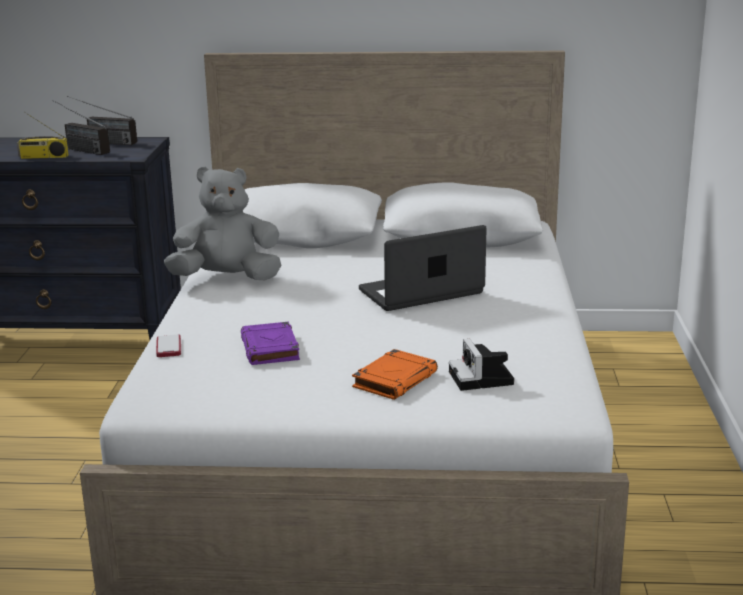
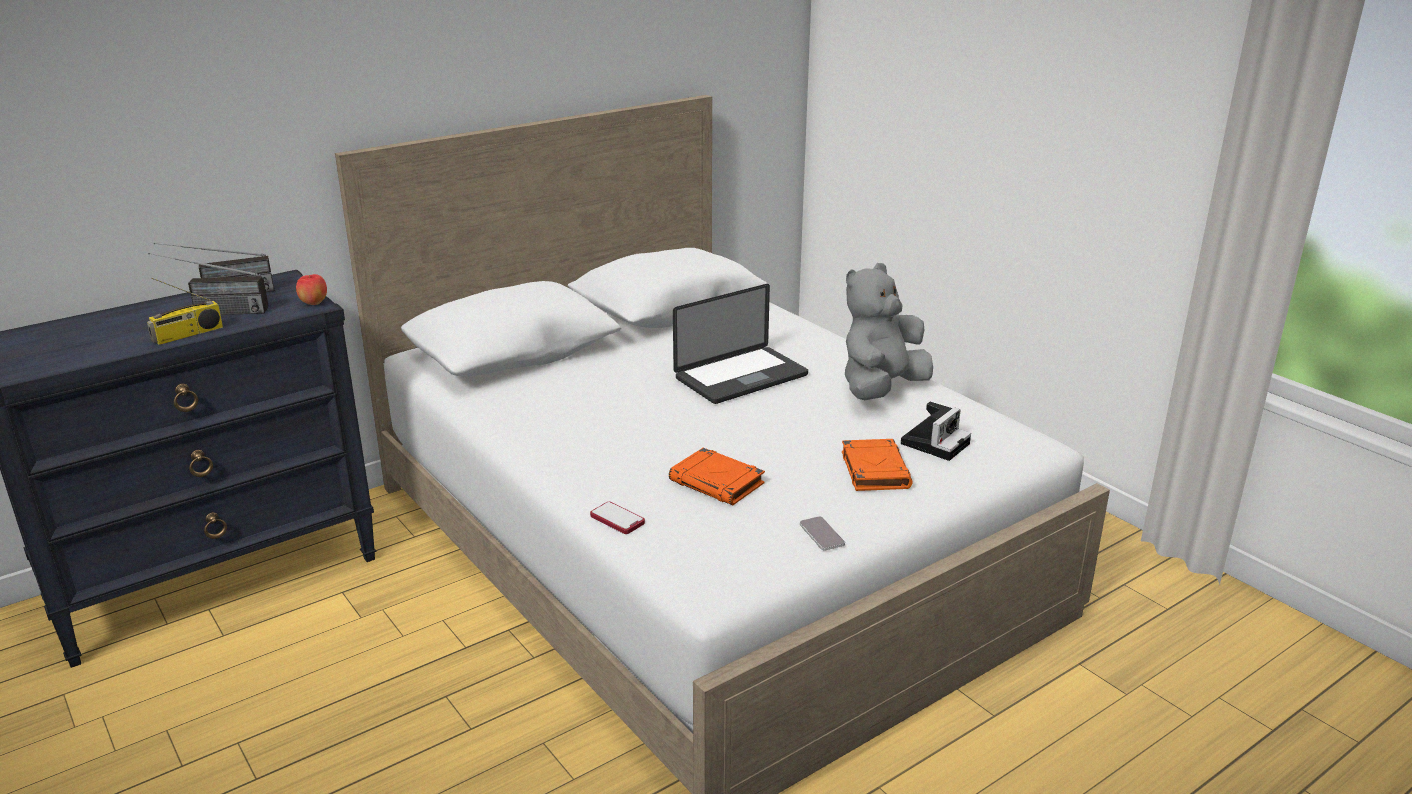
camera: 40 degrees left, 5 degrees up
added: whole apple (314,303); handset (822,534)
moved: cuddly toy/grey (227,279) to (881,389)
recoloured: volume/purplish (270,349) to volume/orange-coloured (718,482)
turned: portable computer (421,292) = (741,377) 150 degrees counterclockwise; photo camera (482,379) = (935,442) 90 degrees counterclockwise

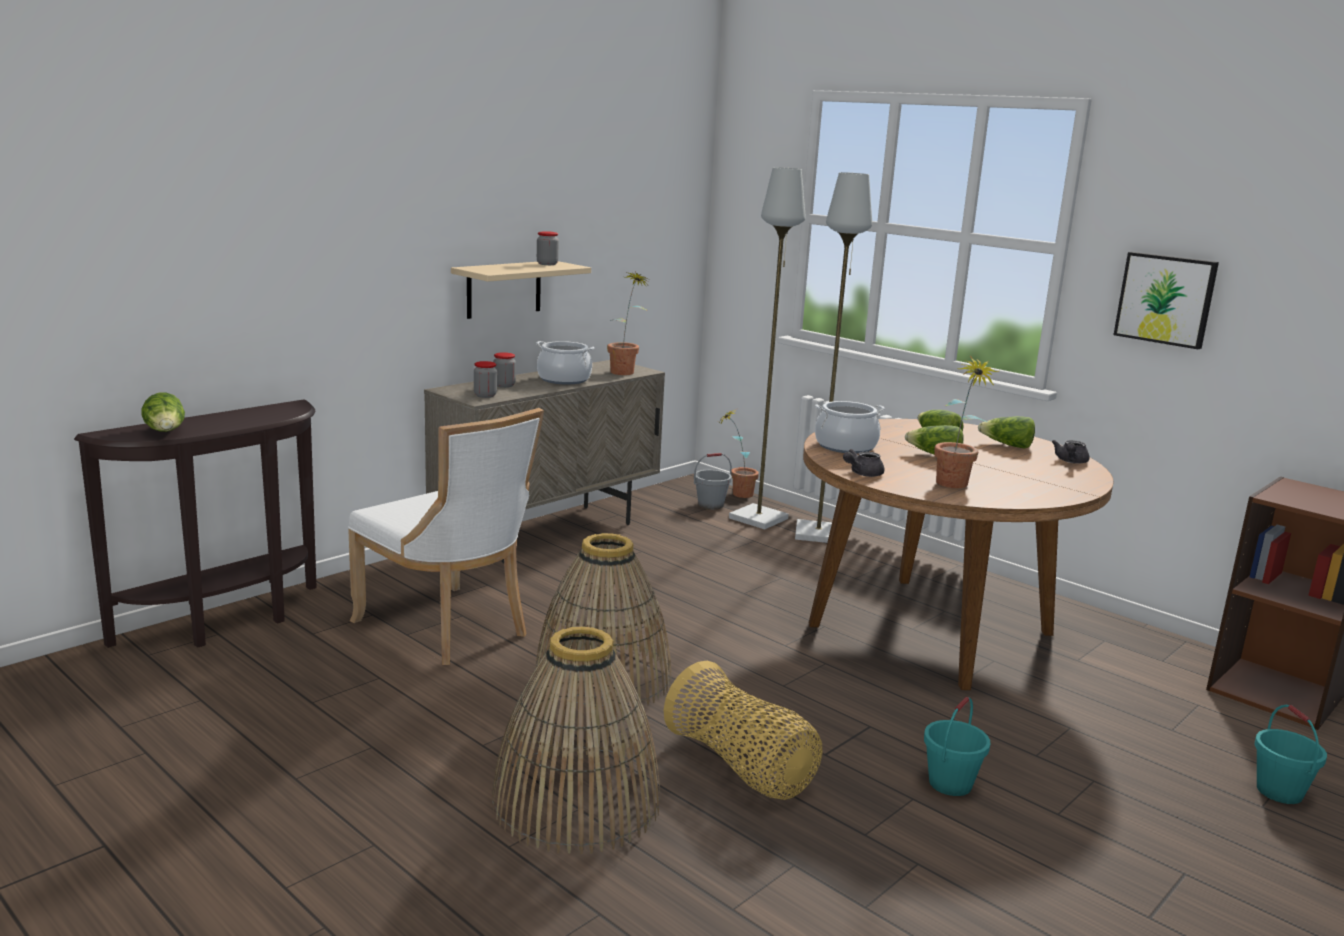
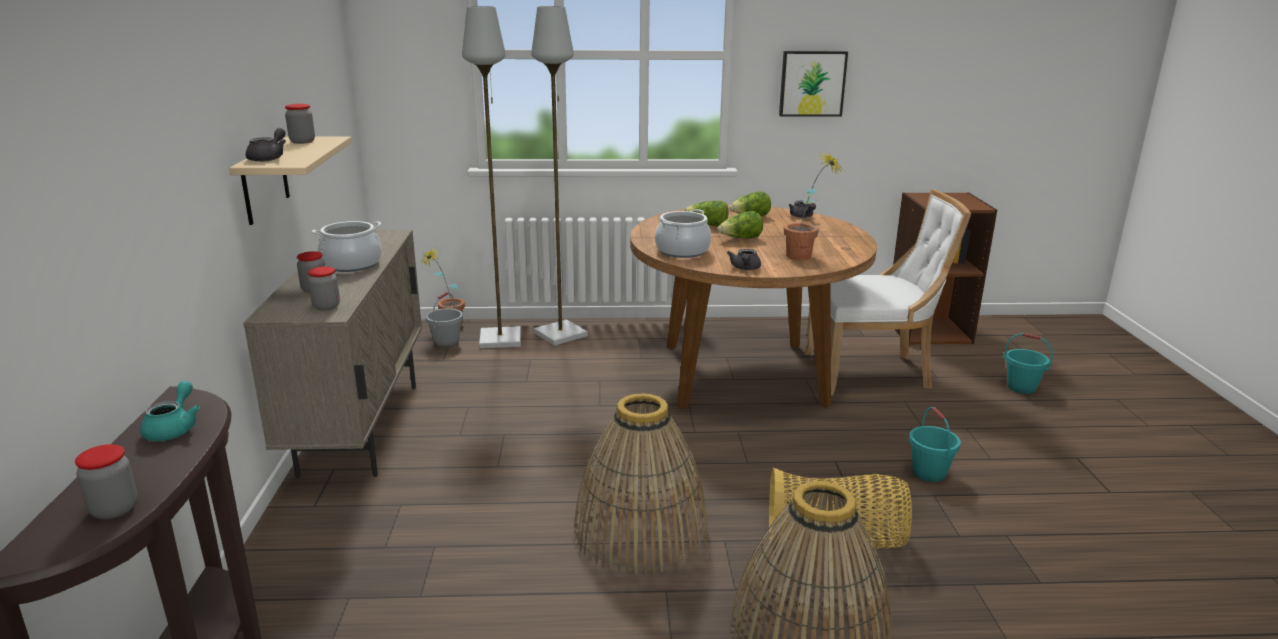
camera: 45 degrees left, 5 degrees up
removed: houseplant (626,371)
added: tea pot/blue-green (174,428); tea pot/grey (269,158)
moved: chair/white-coloured (448,629) to (872,373)
replaced: head of lettuce (166,432) to storage jar (114,509)

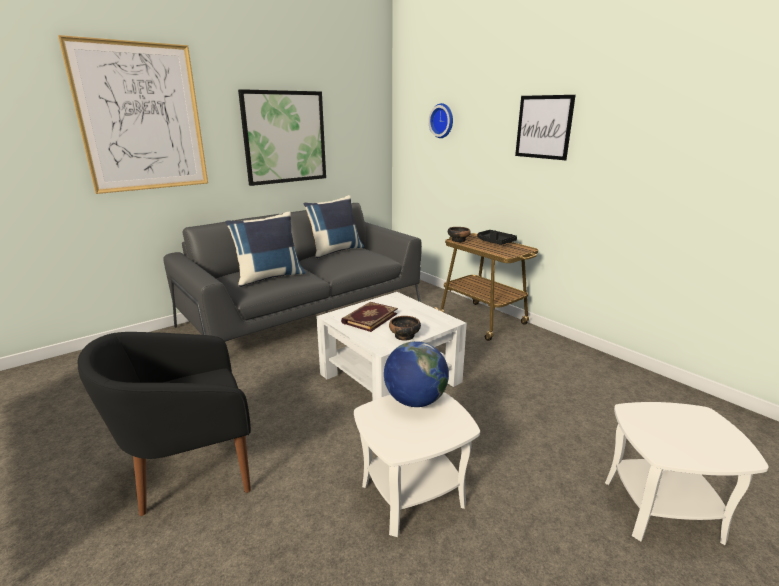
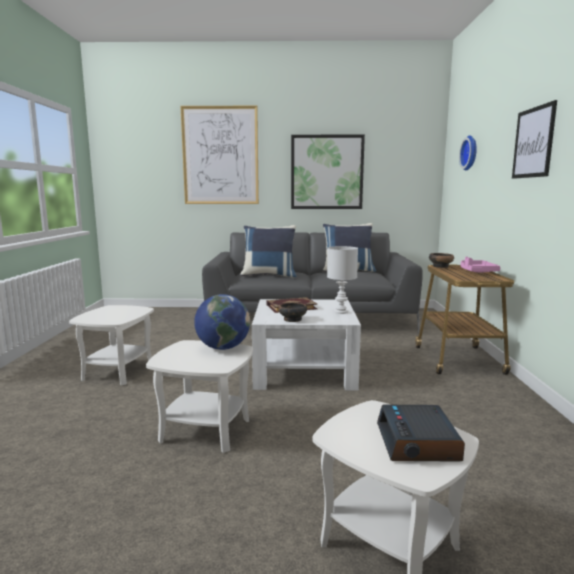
camera: 40 degrees right, 10 degrees down
added: table lamp/white-coloured (340,312); bedside clock (418,443)
replaced: easy chair/black (190,475) to accent table/white-coloured (118,371)
recoloured: carrying tray/black (495,242) to carrying tray/pink-coloured (476,271)

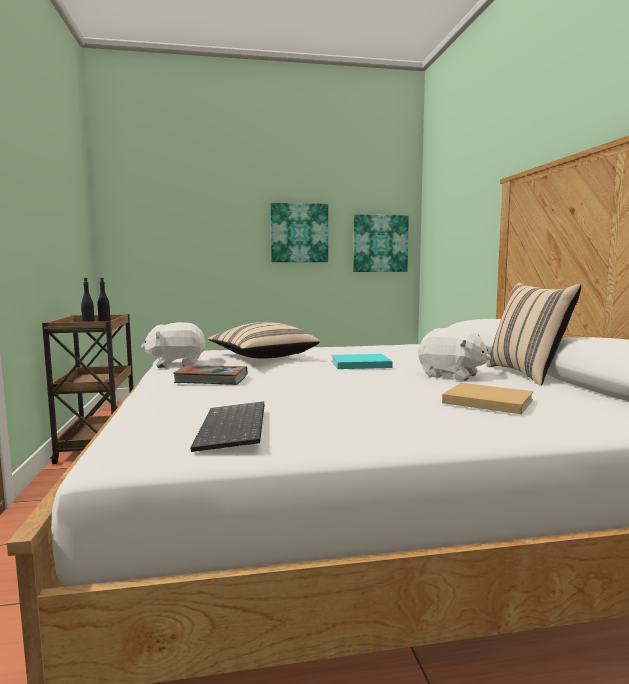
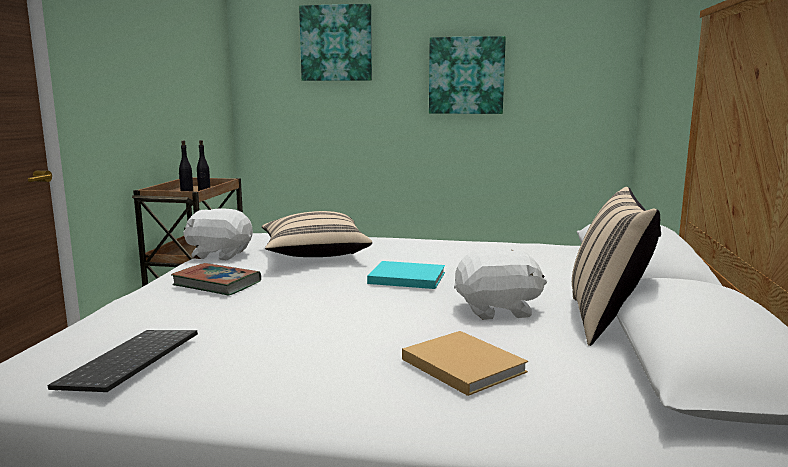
camera: 20 degrees right, 5 degrees up
moved: picture (380,243) to (336,43)
turned: cuddly toy/white-coloured (451,375) = (497,310) 60 degrees counterclockwise

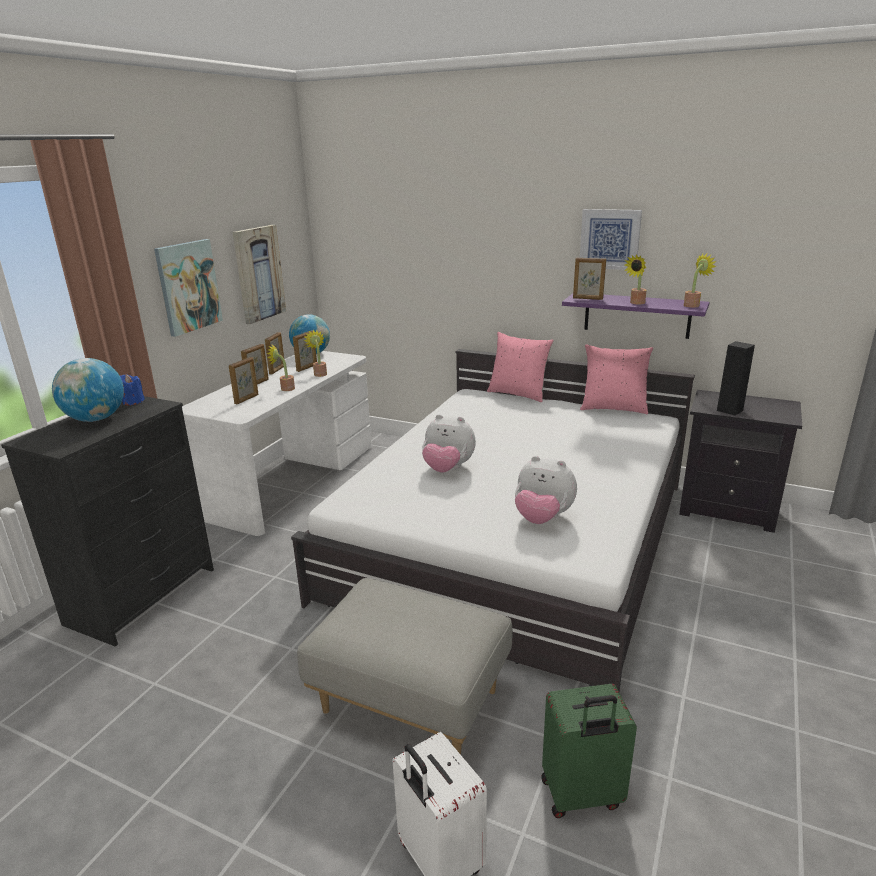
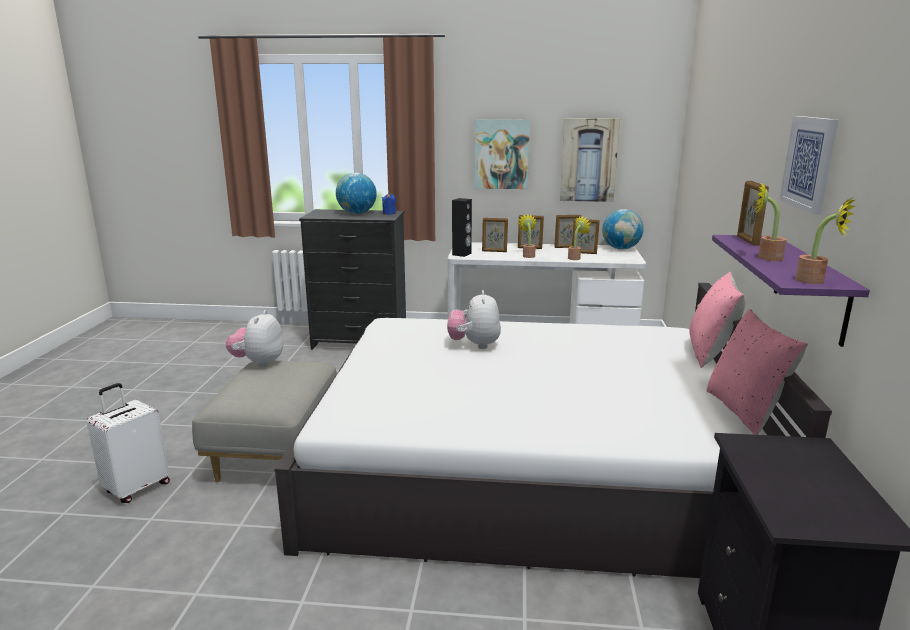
camera: 70 degrees right, 5 degrees down
removed: piece of luggage/greenish (581,795)
moved: cuddly toy (542,518) to (258,363); speaker/black (730,410) to (462,254)

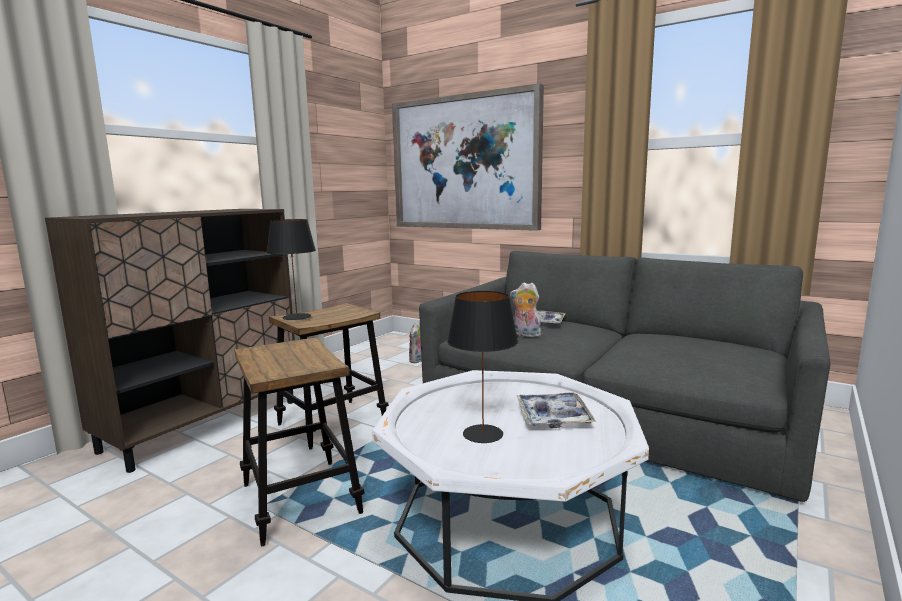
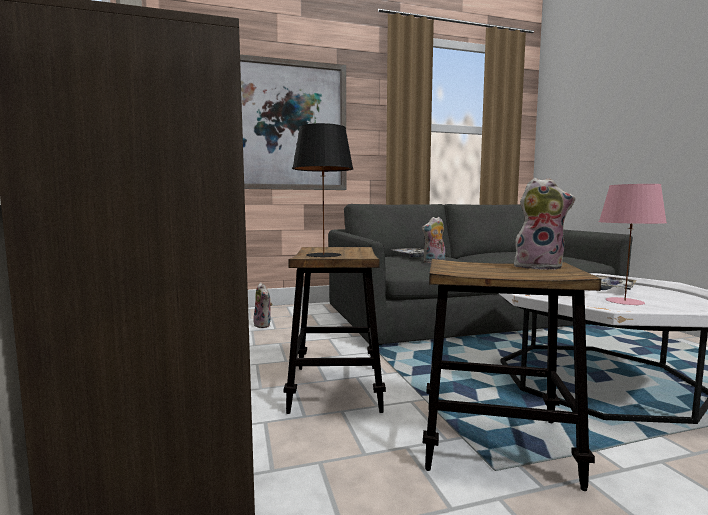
camera: 50 degrees left, 5 degrees down
added: cuddly toy (539,267)
recoloured: table lamp/black (483,434) to table lamp/pink-coloured (625,301)

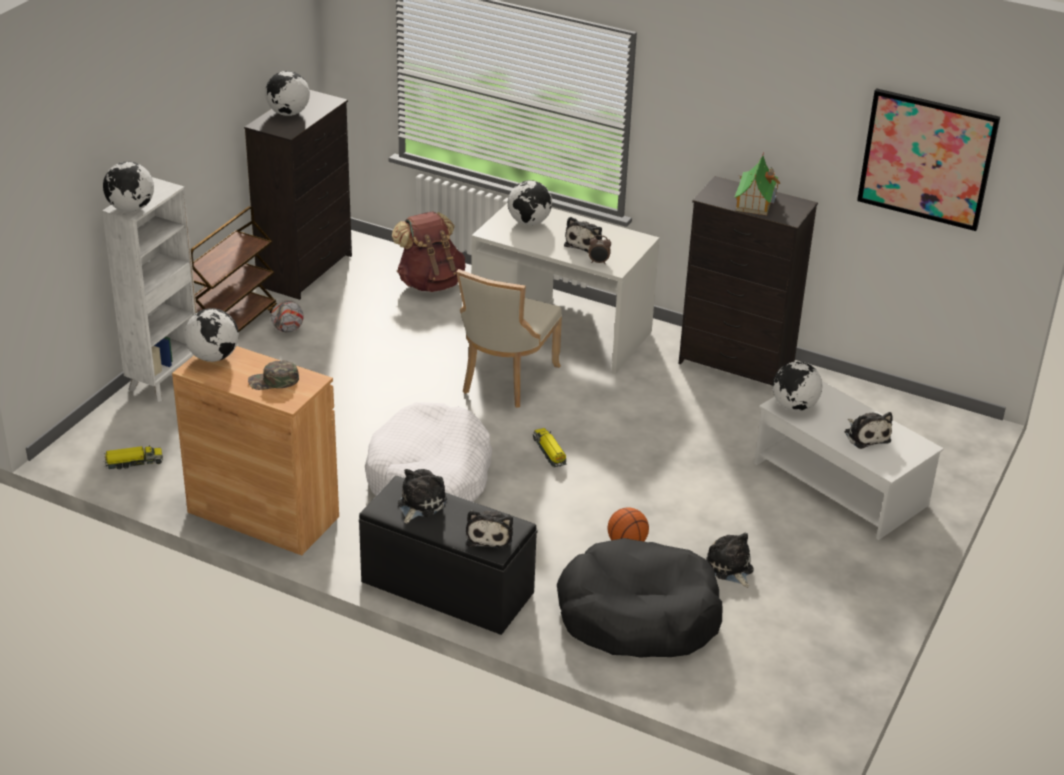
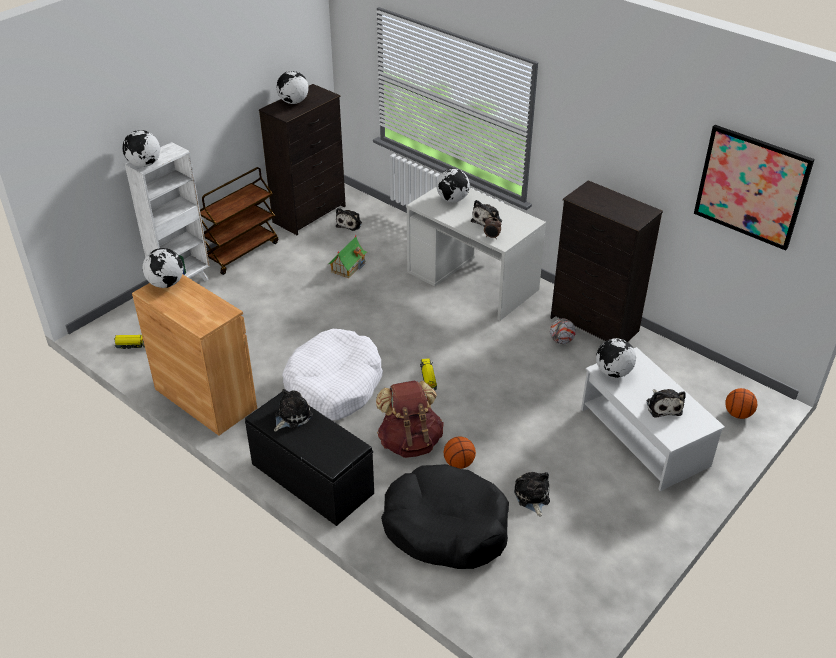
camera: 15 degrees right, 5 degrees up
removed: peaked cap/greenish (273,381); chair/sand-coloured (506,380)
added: ball for basketball (738,414)
moved: toy house (754,201) to (348,266); cuddly toy (490,535) to (350,224); rucksack/brown (430,282) to (410,441); ball for football (287,329) to (561,341)

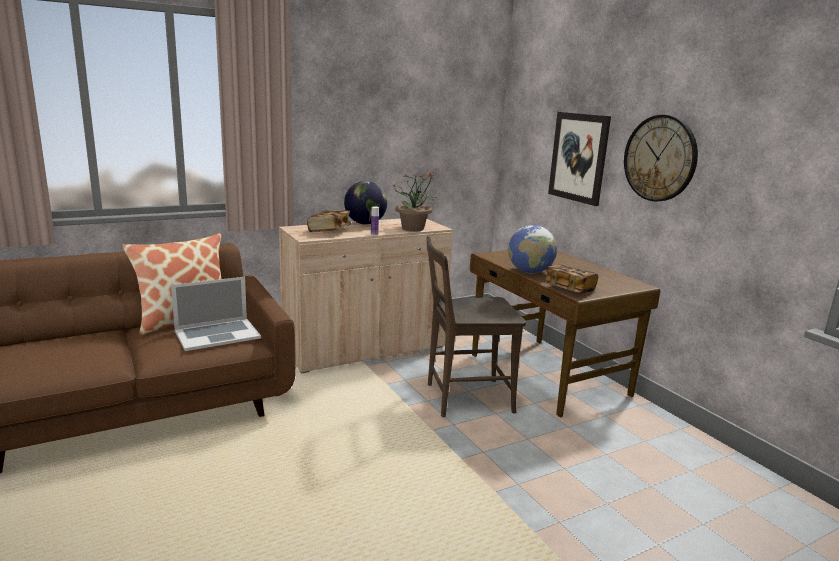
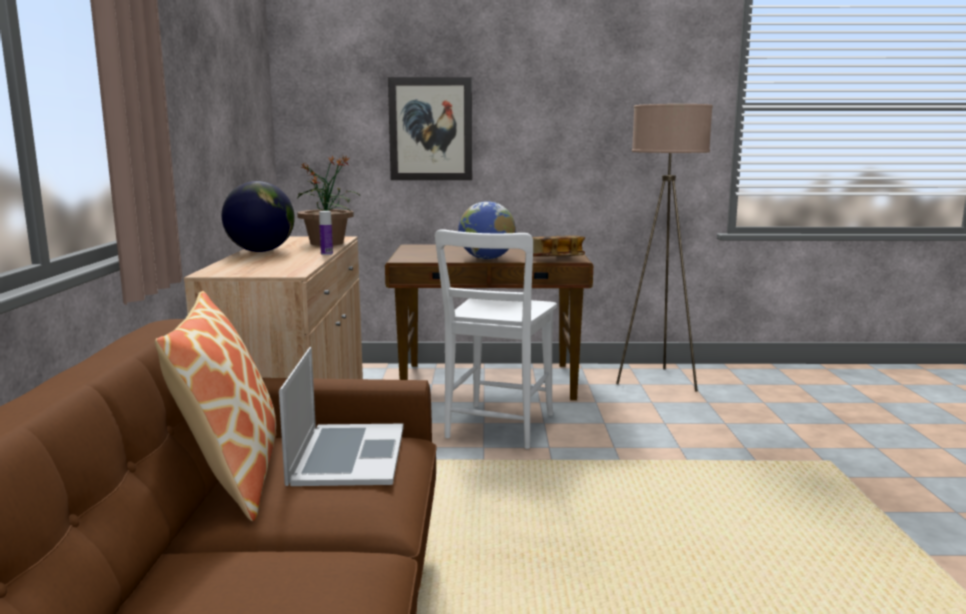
camera: 60 degrees left, 5 degrees down
removed: volume (329,231); clock on the wall (660,158)
added: standard lamp/sand-coloured (658,381)
recoloured: chair/brown (464,398) to chair/white-coloured (497,428)

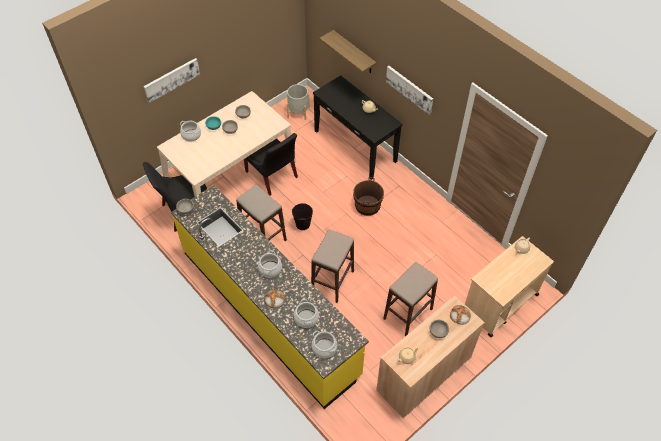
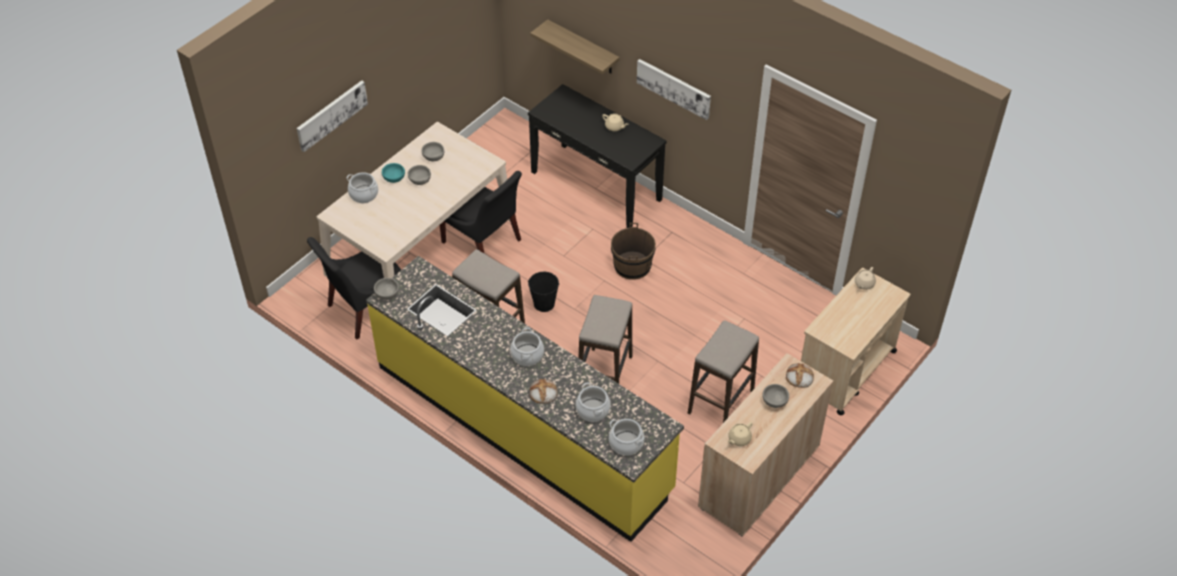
camera: 10 degrees left, 5 degrees down
removed: flower pot/grey (298,112)

